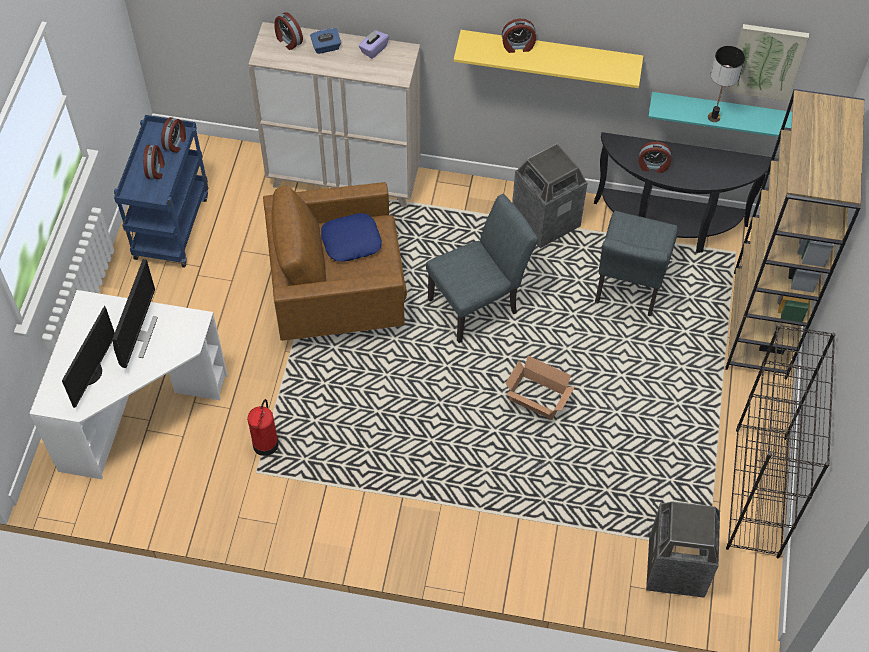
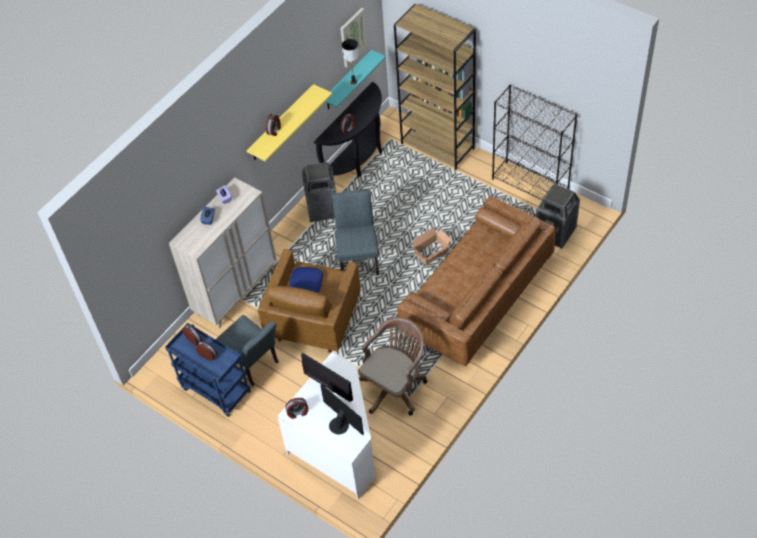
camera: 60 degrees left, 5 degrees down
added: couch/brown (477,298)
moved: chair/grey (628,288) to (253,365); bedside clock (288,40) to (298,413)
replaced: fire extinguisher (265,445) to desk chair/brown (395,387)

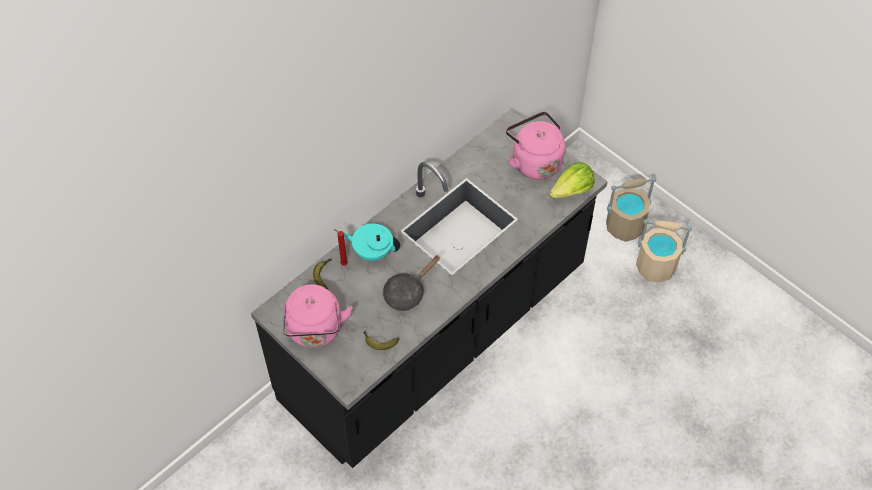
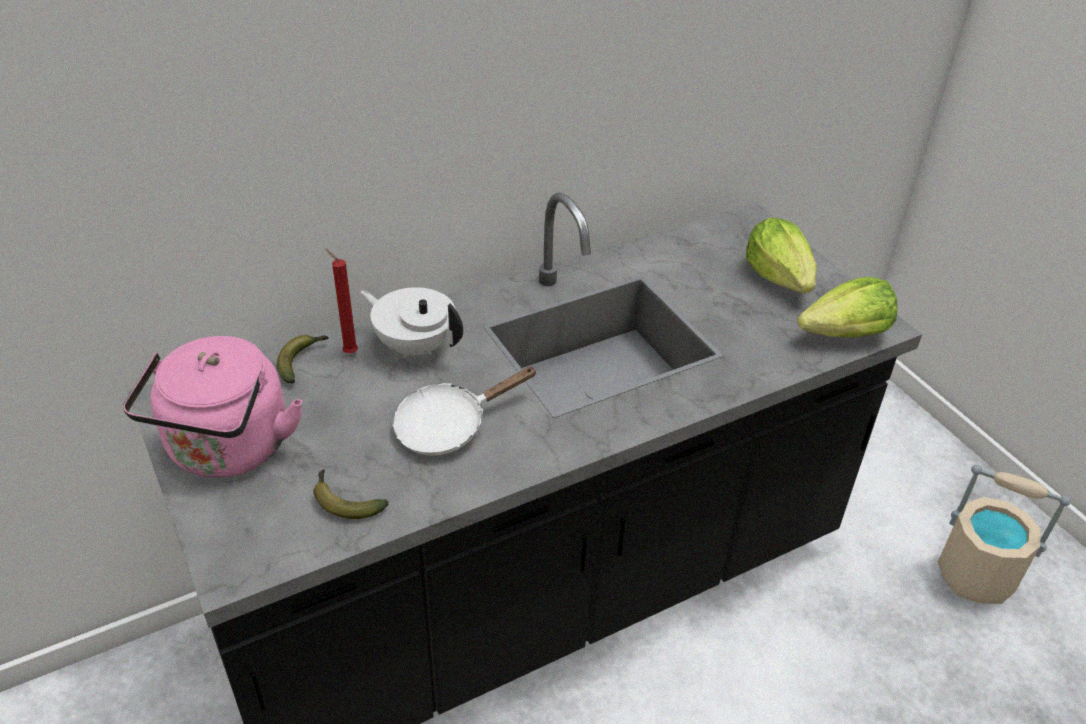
camera: 15 degrees right, 15 degrees down
removed: water bucket/sand-coloured (625,225)
replaced: kettle/pink-coloured (534,161) to head of lettuce (780,278)
recoloured: tea pot/blue-green (372,251) to tea pot/white-coloured (415,346); skillet/black (407,292) to skillet/white-coloured (449,426)

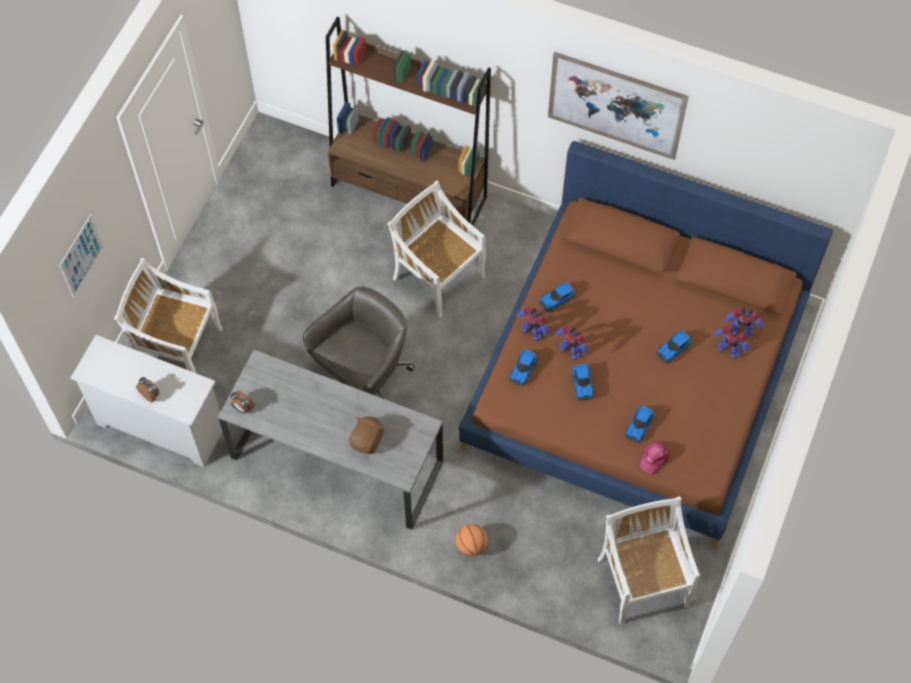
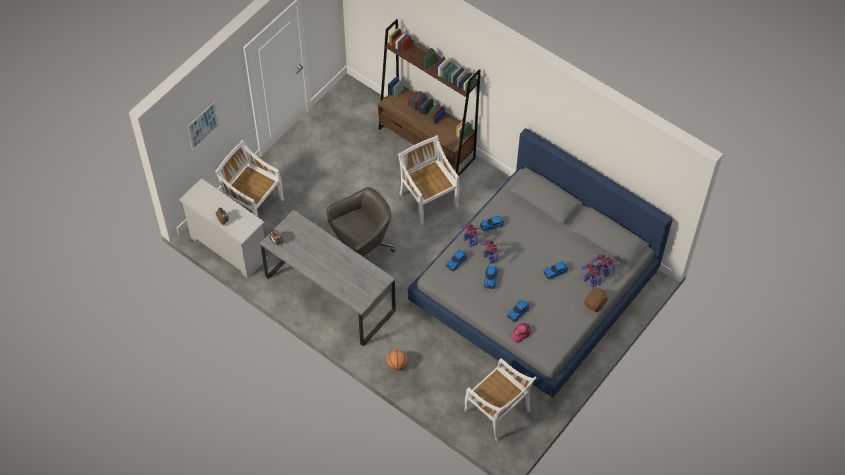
camera: 15 degrees right, 5 degrees down
removed: picture (616,106)
moved: cuddly toy/brown (367,440) to (595,304)
recoloured: sleeping bed/brown (635,377) to sleeping bed/grey (534,290)
turned: chair/white-coloured (642,580) = (498,412) 135 degrees clockwise

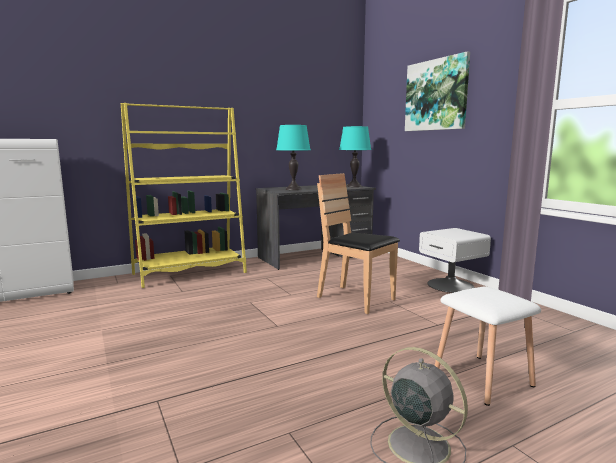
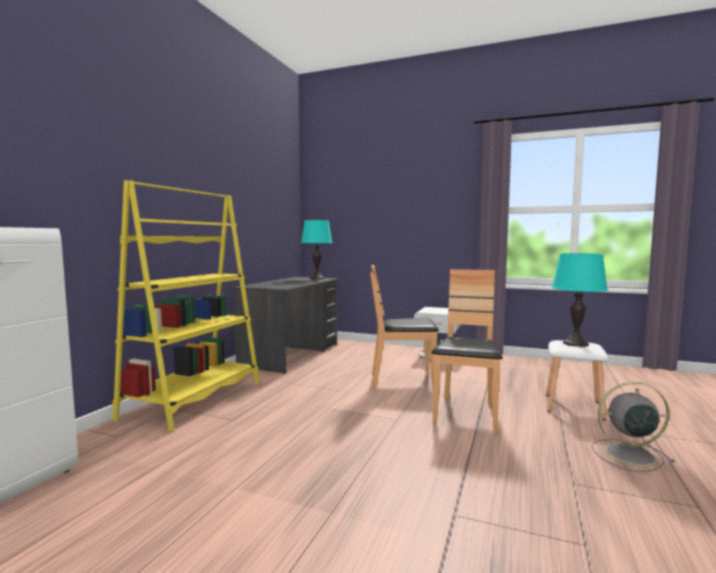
camera: 40 degrees left, 5 degrees down
removed: picture (436,95)
added: chair/brown (466,414)
moved: table lamp/blue-green (293,189) to (575,343)

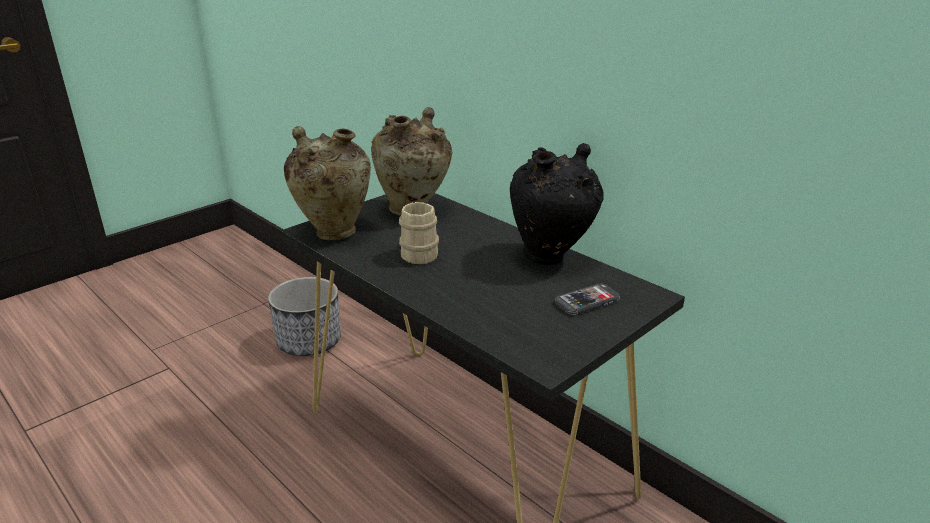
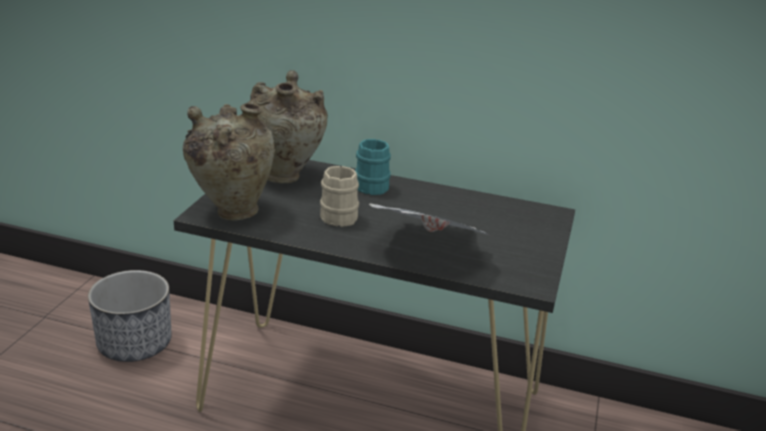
camera: 30 degrees left, 0 degrees up
removed: vase/black (551,257); handset (587,301)
added: coffee mug/blue-green (371,184); daily paper (432,249)

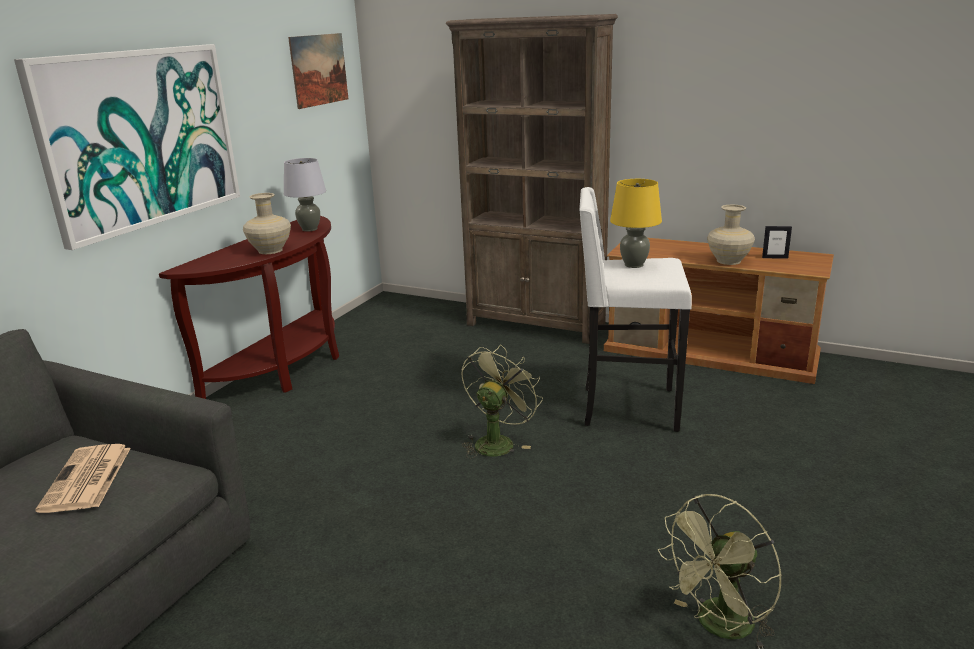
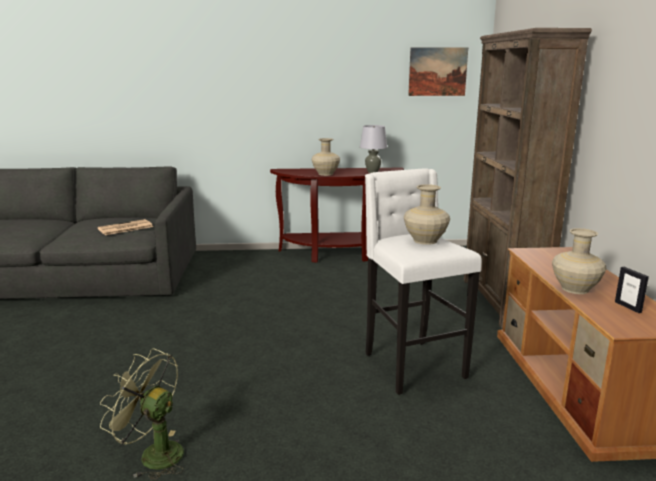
camera: 60 degrees right, 5 degrees down
removed: picture (141,138); electric fan/greenish (497,441)
replaced: table lamp/yellow (634,265) to vase/sand-coloured (424,241)

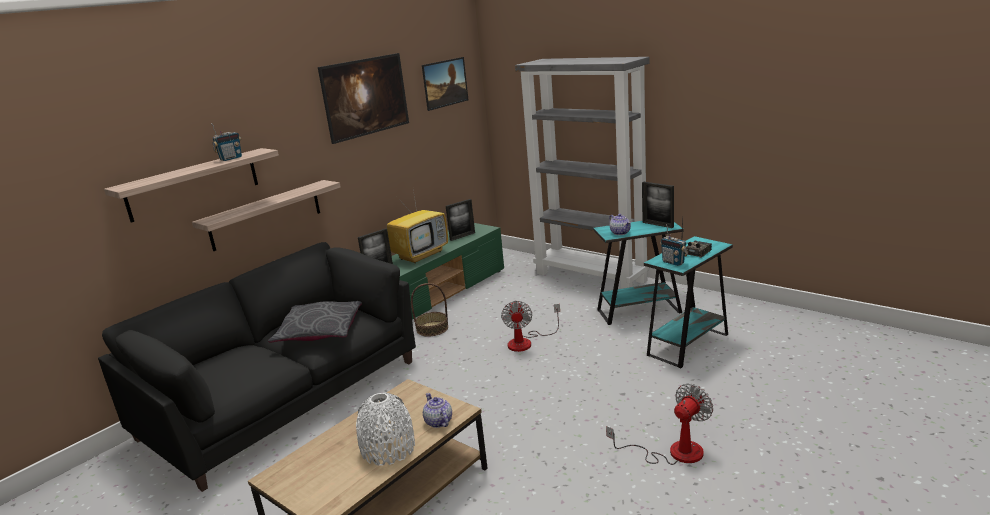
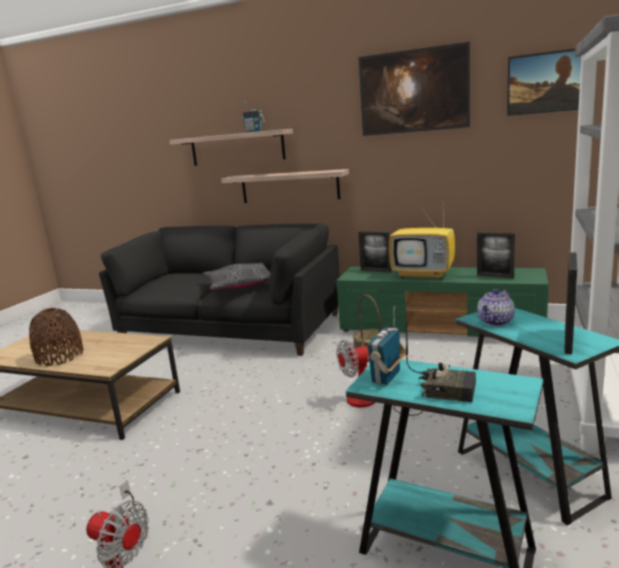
camera: 70 degrees right, 5 degrees down
removed: tea pot (438,422)
recoloured: vase/white-coloured (388,449) to vase/brown (59,357)

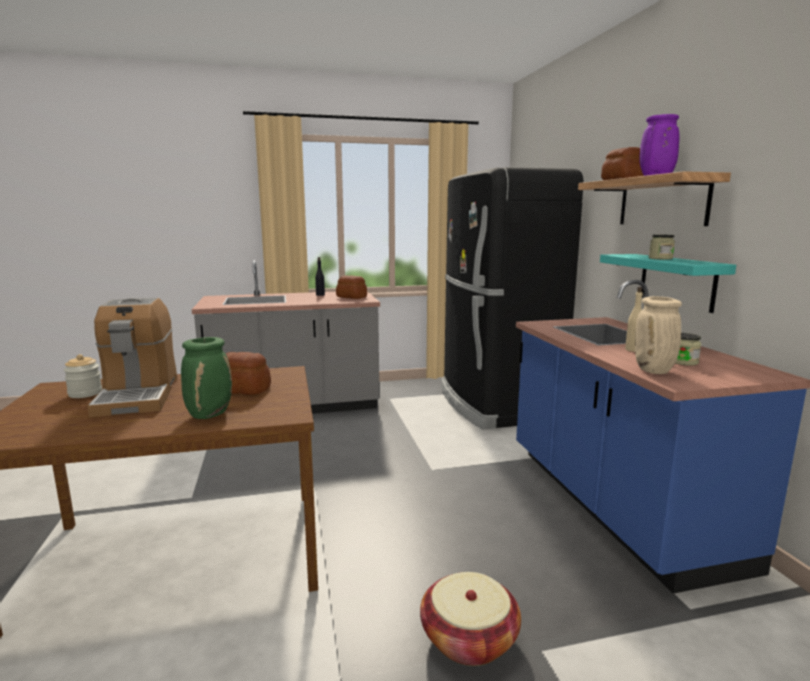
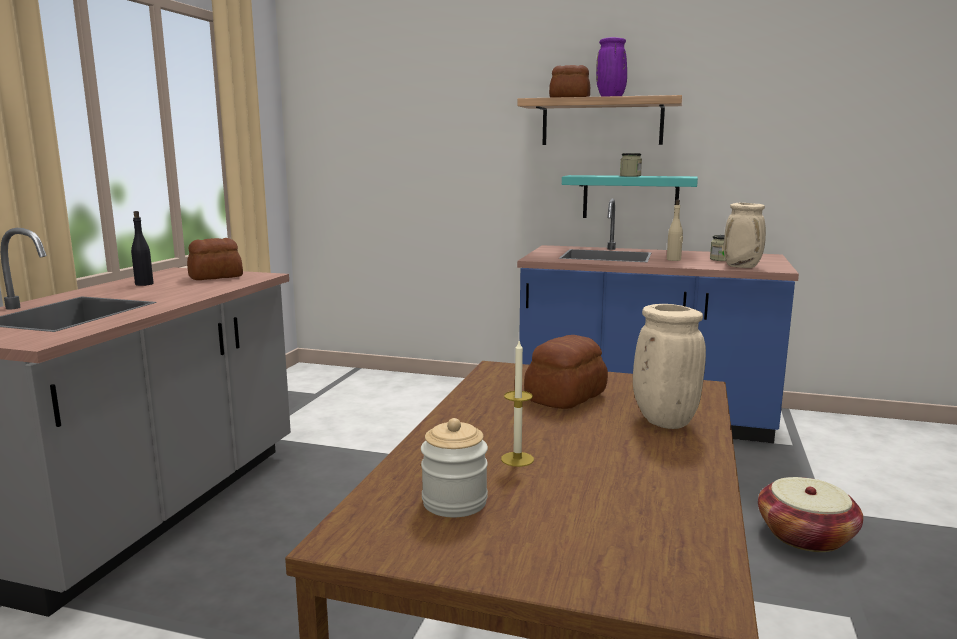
camera: 60 degrees left, 0 degrees up
removed: kitchen fridge/black (495,403)
replaced: coffee machine (138,395) to wax light (517,459)
recoloured: vase/greenish (210,414) to vase/sand-coloured (662,421)

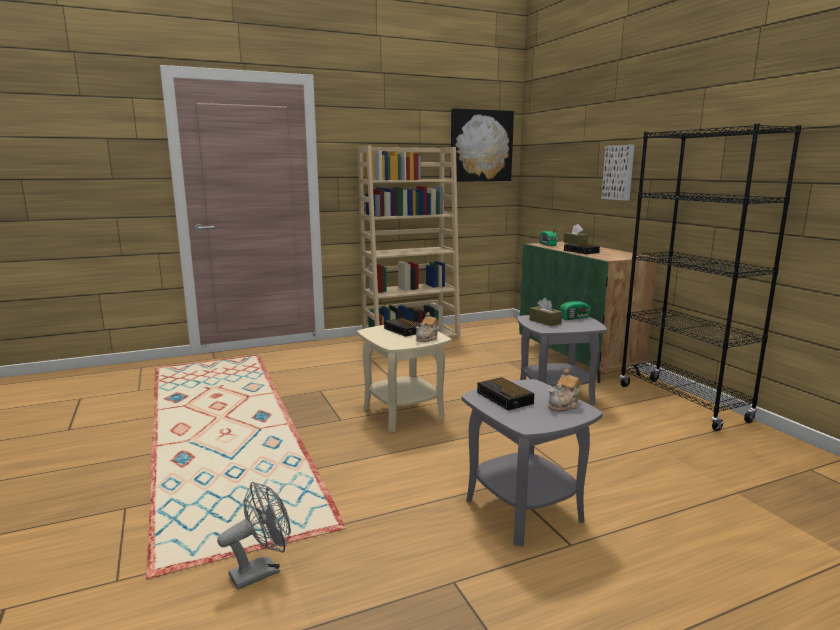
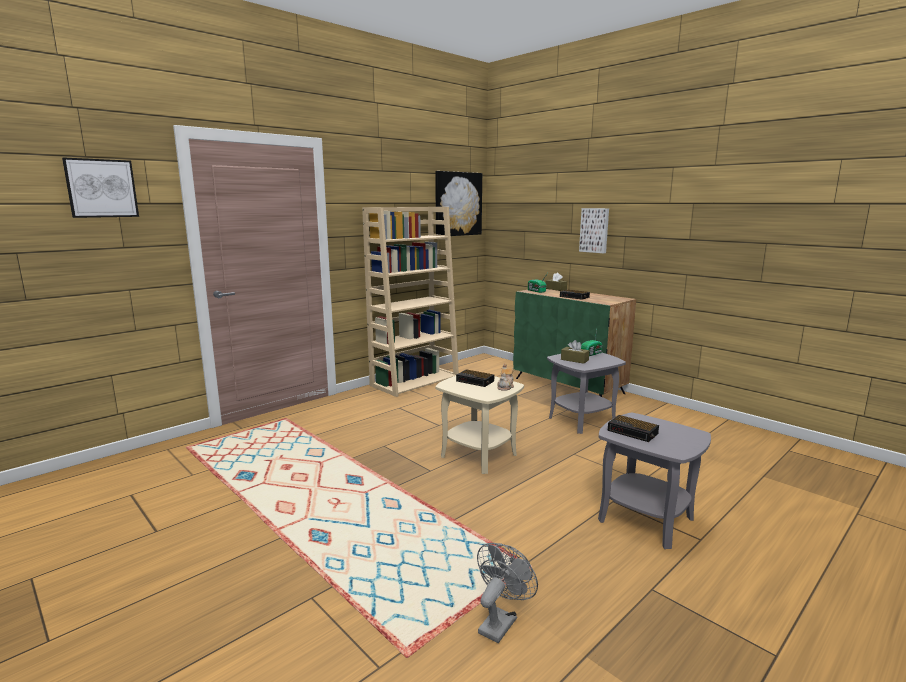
camera: 20 degrees left, 0 degrees up
removed: tea pot (564,405); bookcase/black (682,403)
added: picture (101,188)

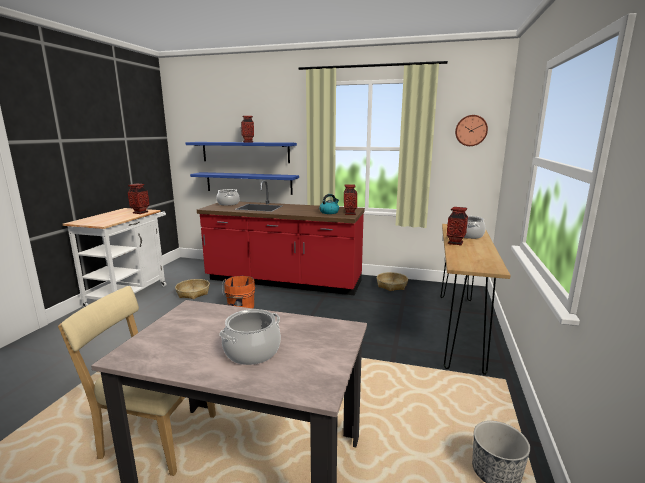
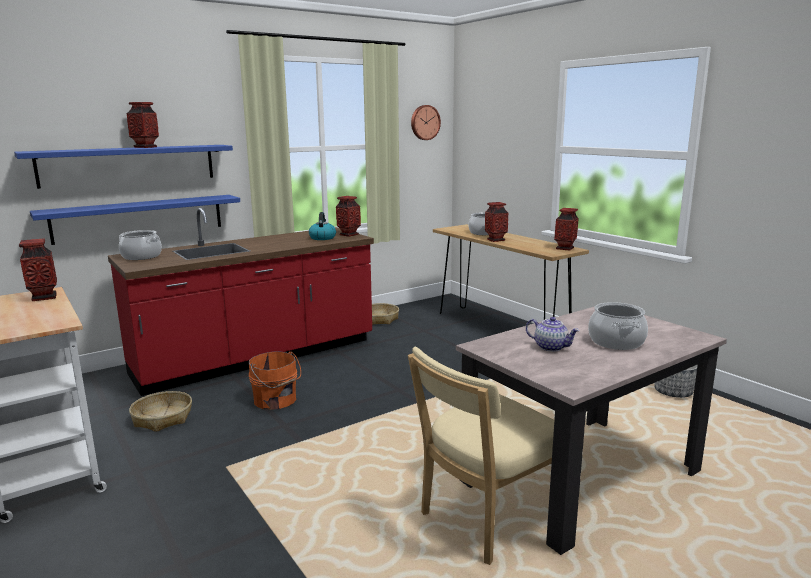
camera: 50 degrees left, 0 degrees up
added: tea pot (551,347); vase (565,248)

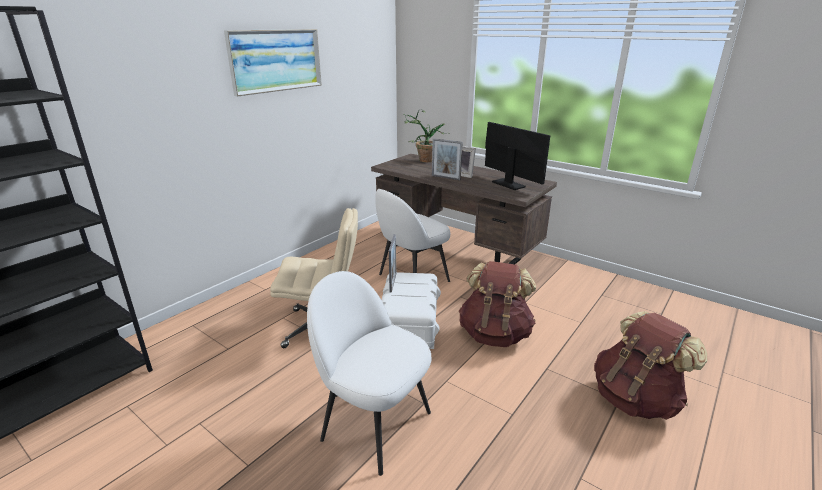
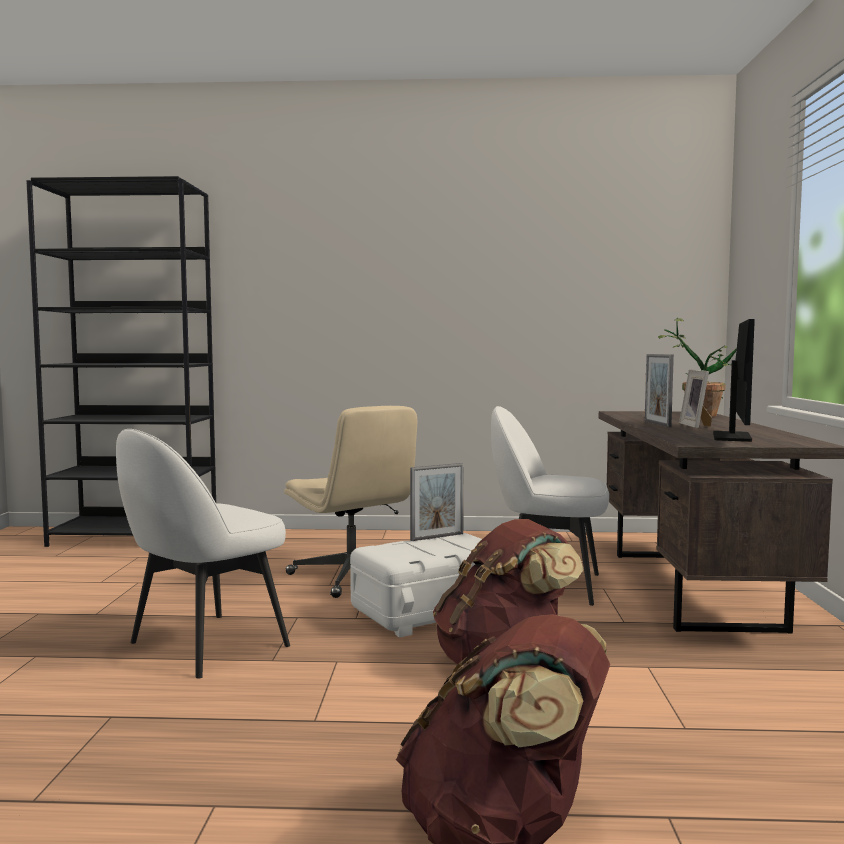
camera: 55 degrees right, 20 degrees down
removed: picture (276,60)
turned: chair/white-coloured (374,424) = (205,645) 135 degrees counterclockwise

